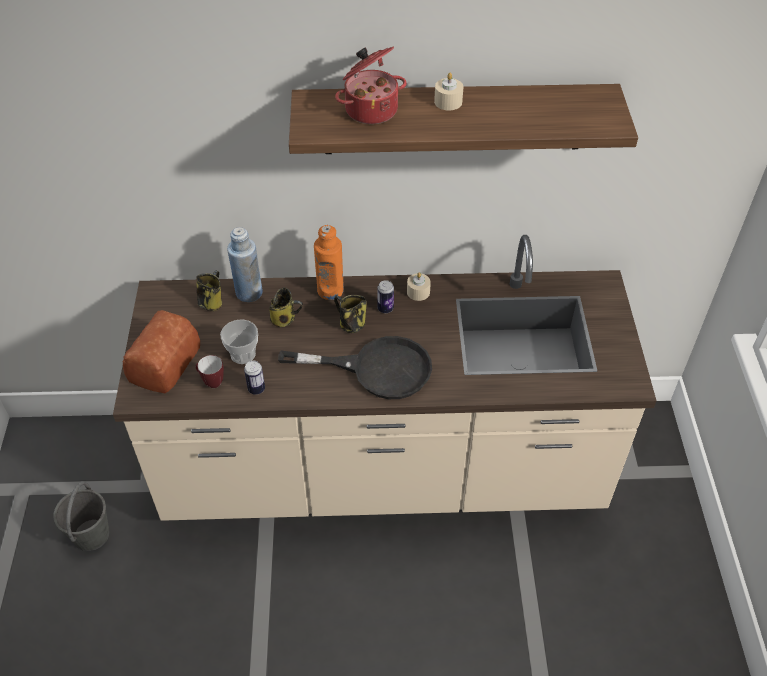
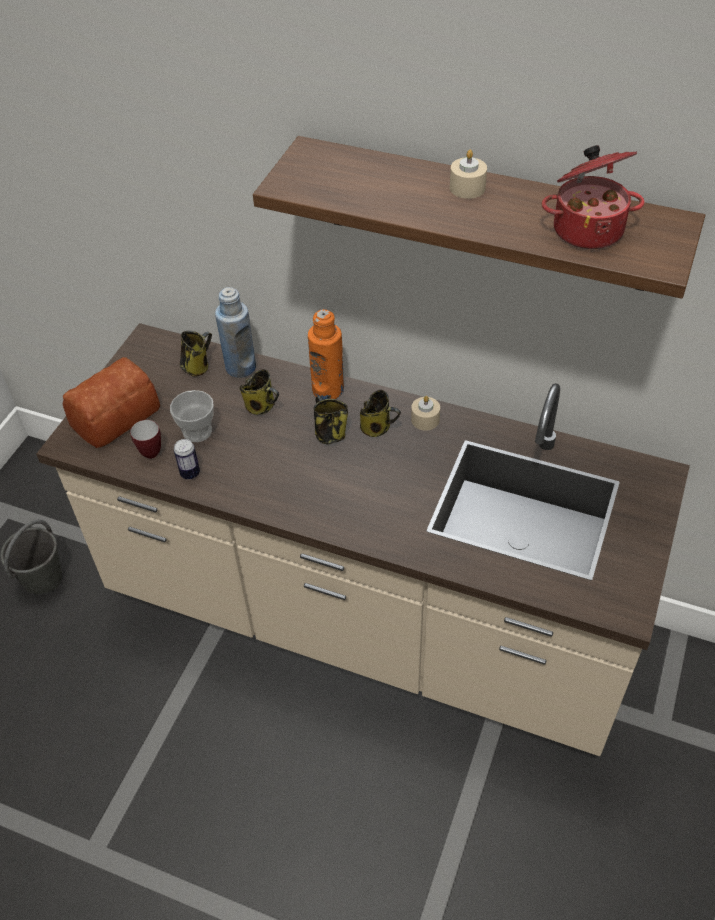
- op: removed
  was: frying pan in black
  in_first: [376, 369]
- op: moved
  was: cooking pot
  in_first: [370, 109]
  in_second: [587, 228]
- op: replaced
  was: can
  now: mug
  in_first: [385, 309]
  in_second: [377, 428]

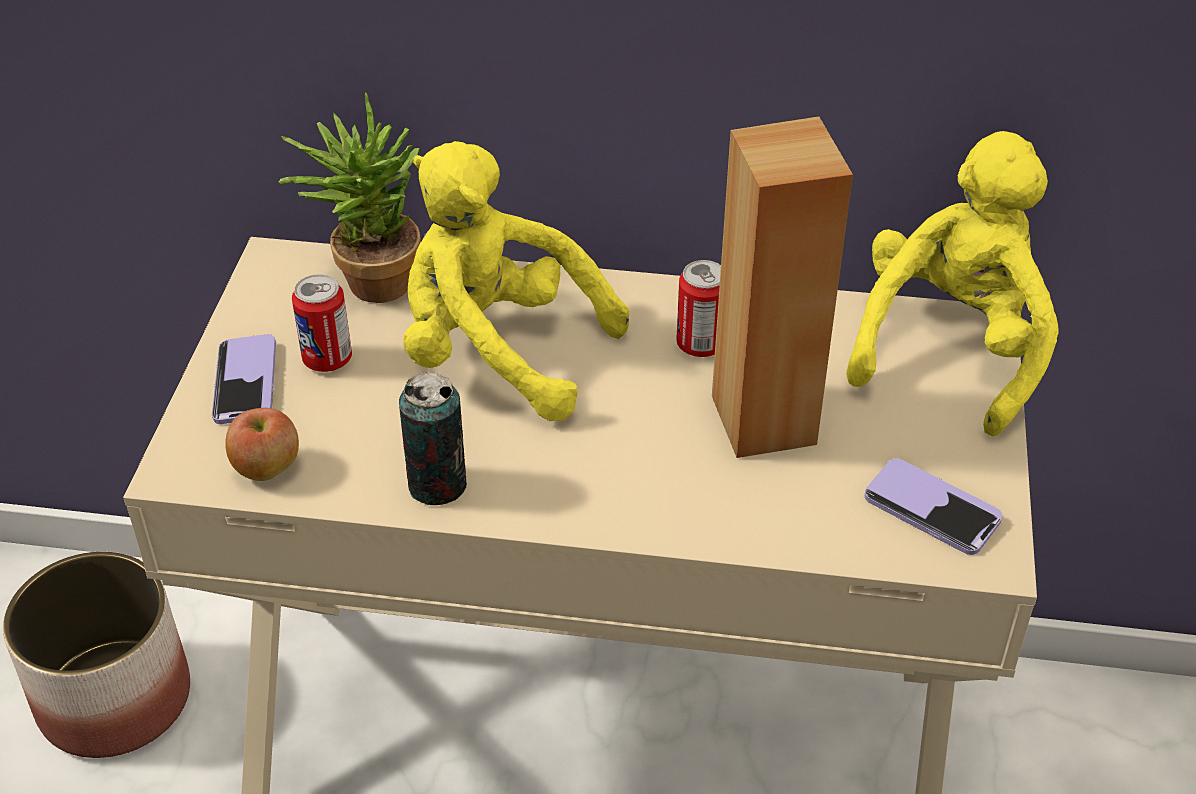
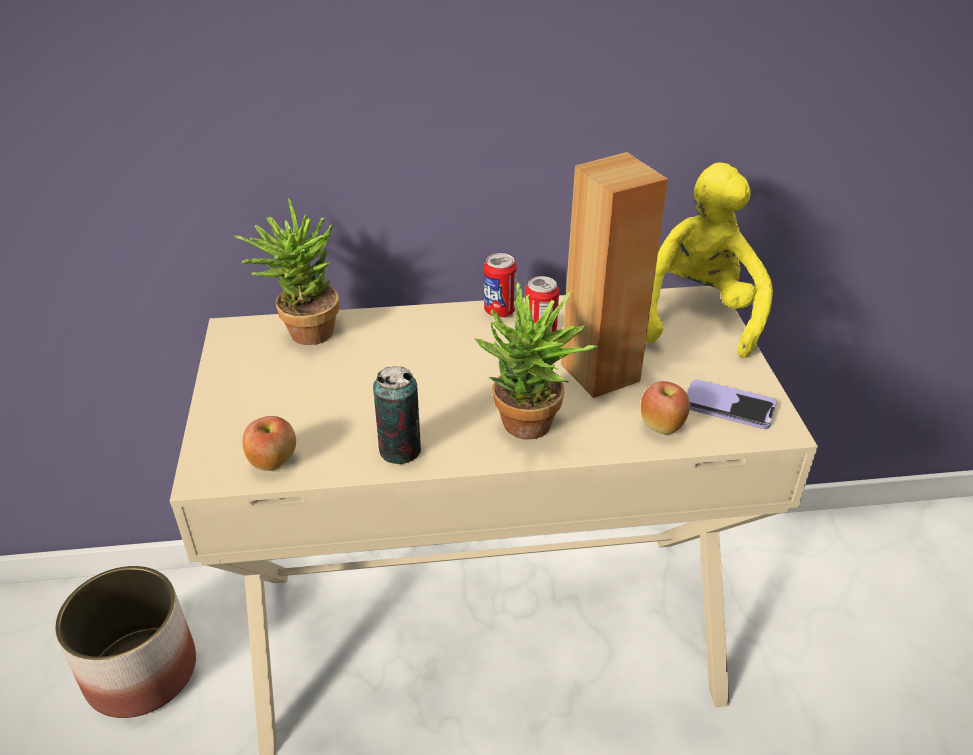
- op: removed
  was: phone
  in_first: [245, 382]
- op: moved
  was: can
  in_first: [327, 359]
  in_second: [499, 311]
- op: removed
  was: plush toy in yellow
  in_first: [498, 353]
- op: added
  now: potted plant
  in_second: [530, 430]
- op: added
  now: apple
  in_second: [662, 426]

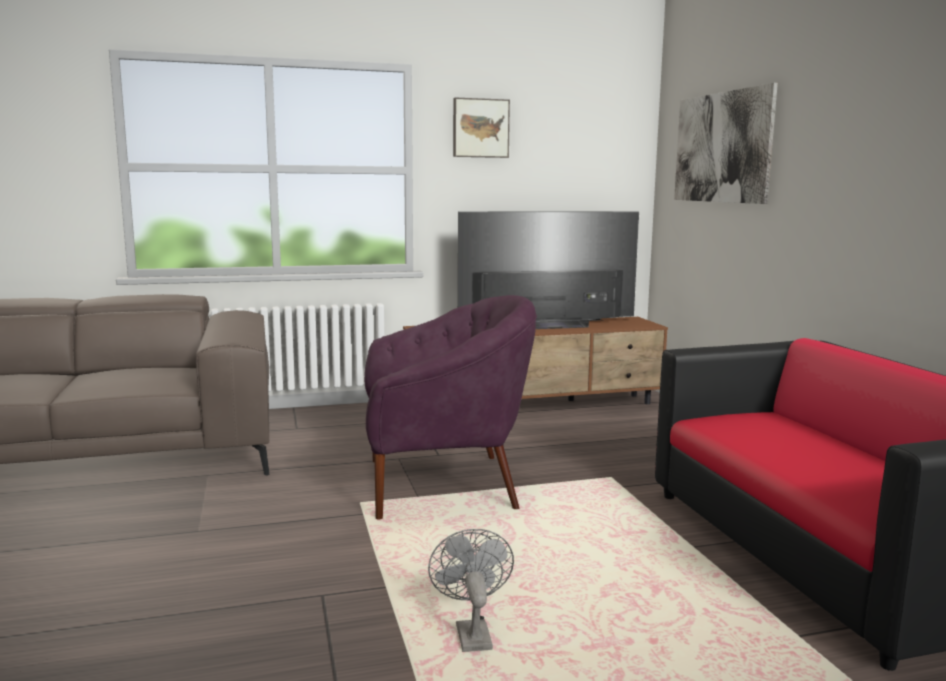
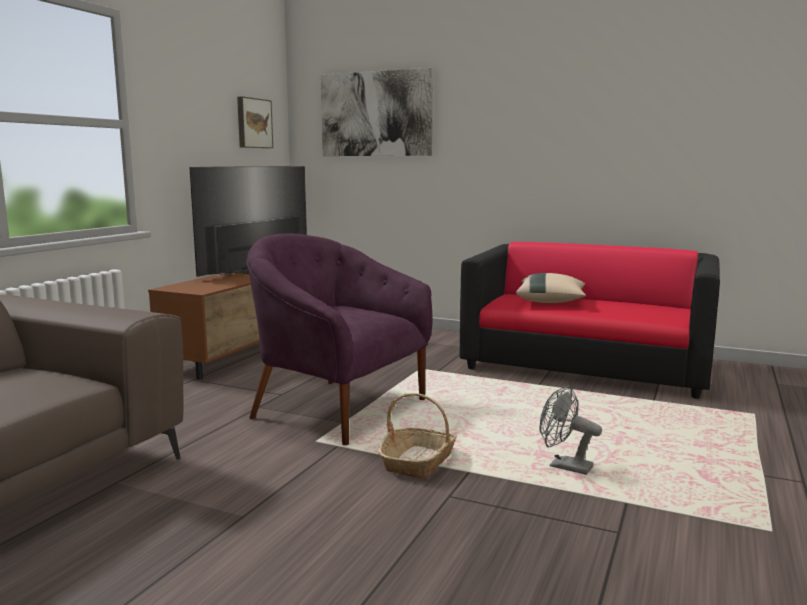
- op: turned
  was: armchair in purple
  in_first: [442, 484]
  in_second: [337, 409]
  clockwise: -90
- op: moved
  was: picture
  in_first: [480, 128]
  in_second: [253, 123]
- op: added
  now: basket
  in_second: [418, 462]
- op: added
  now: pillow in beige
  in_second: [551, 301]

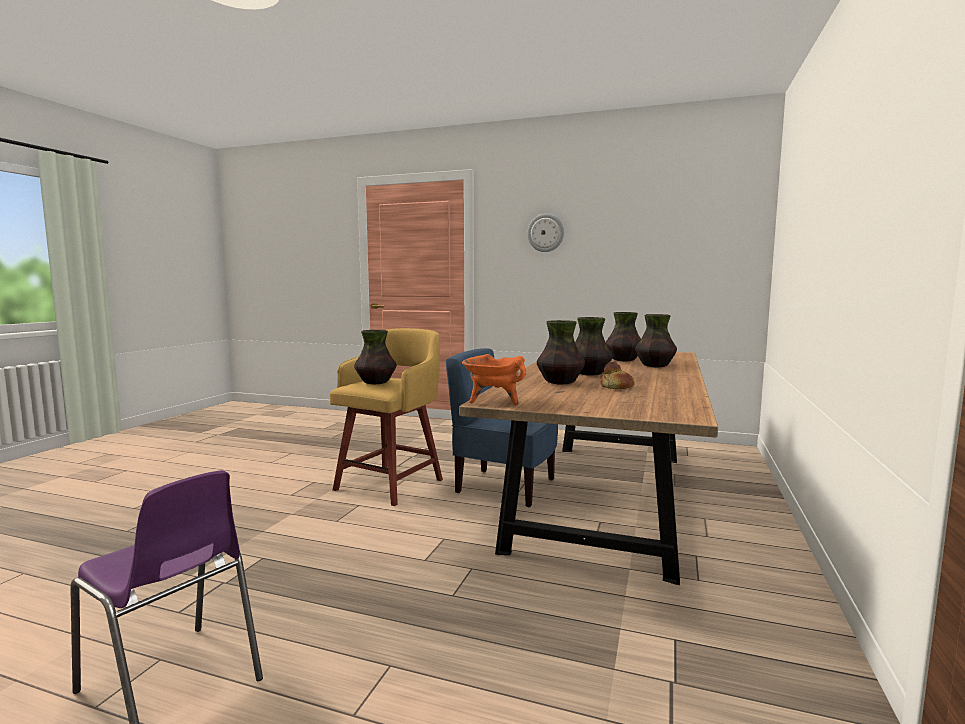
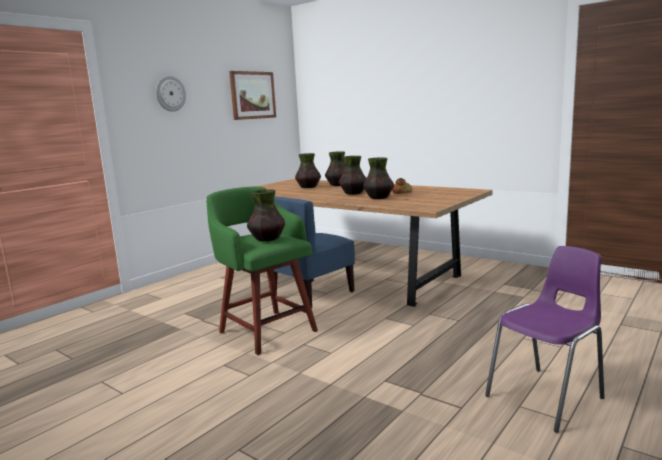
- op: recoloured
  was: stool in yellow
  now: stool in green
  in_first: [392, 484]
  in_second: [266, 330]
- op: removed
  was: cooking pot in orange
  in_first: [494, 401]
- op: added
  now: picture
  in_second: [252, 95]

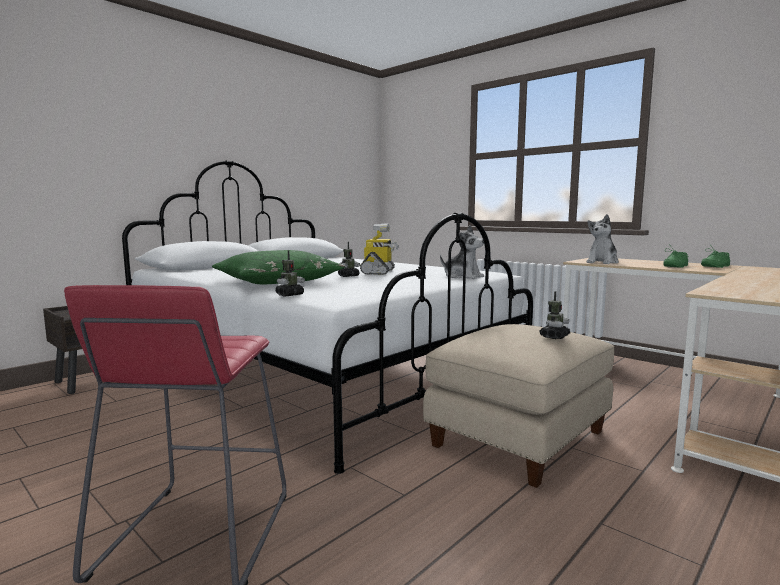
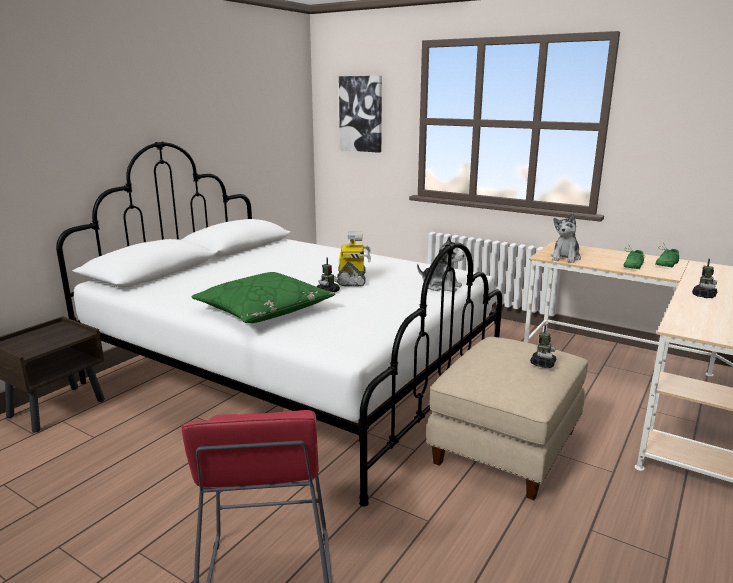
- op: moved
  was: toy robot
  in_first: [289, 295]
  in_second: [703, 295]
- op: added
  now: picture
  in_second: [361, 114]

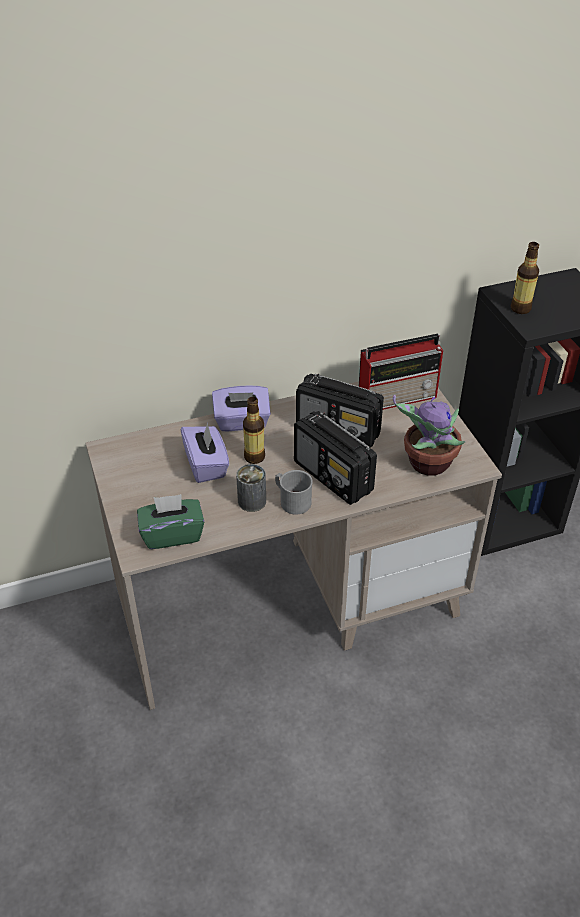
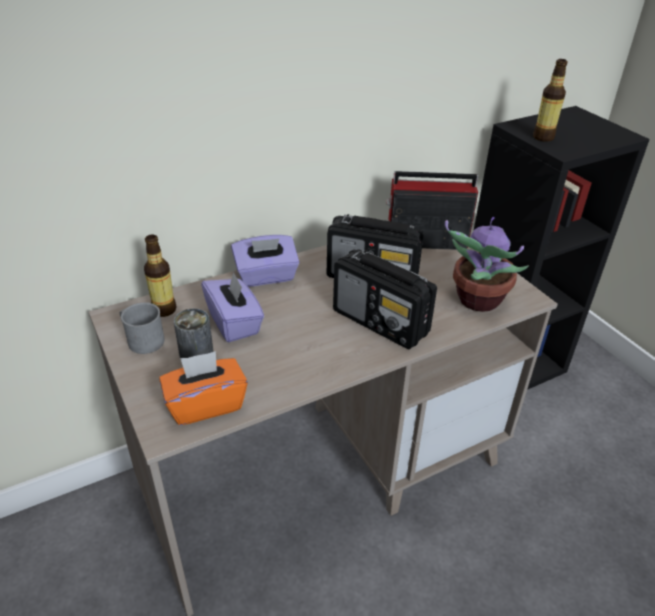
- op: recoloured
  was: tissue box in green
  now: tissue box in orange
  in_first: [172, 534]
  in_second: [206, 404]
- op: moved
  was: can
  in_first: [252, 501]
  in_second: [196, 353]
- op: moved
  was: bottle
  in_first: [254, 457]
  in_second: [164, 310]
- op: moved
  was: mug in grey
  in_first: [292, 500]
  in_second: [142, 339]
- op: turned
  was: radio
  in_first: [398, 397]
  in_second: [424, 241]
  clockwise: -150

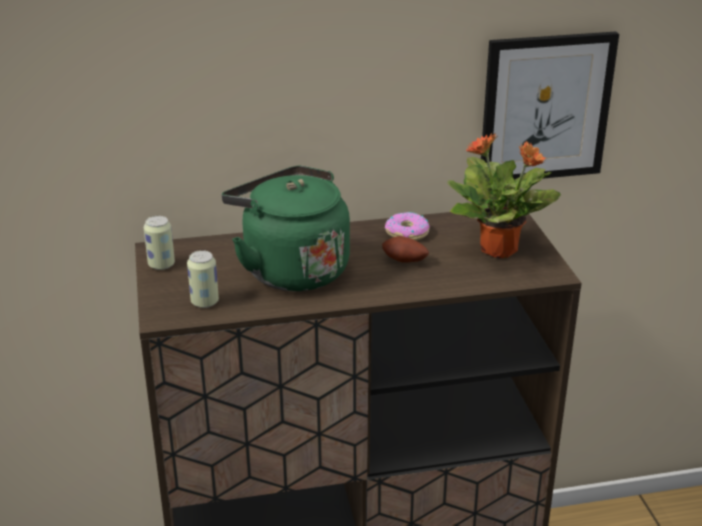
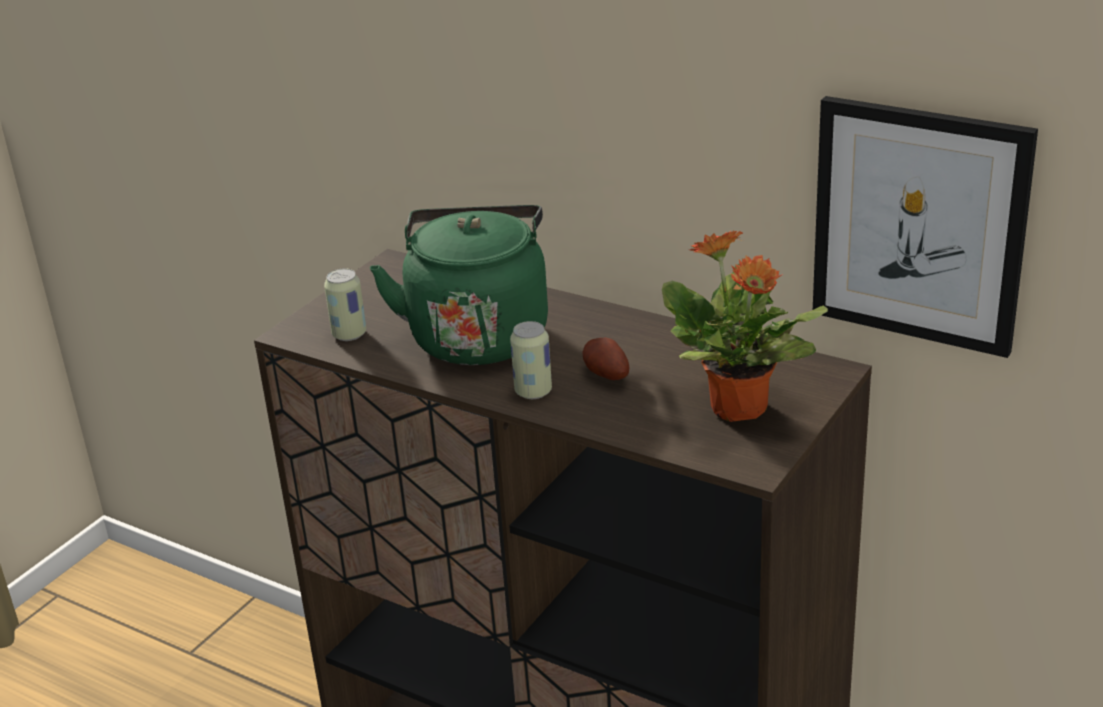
- op: moved
  was: can
  in_first: [161, 265]
  in_second: [533, 391]
- op: removed
  was: donut
  in_first: [407, 233]

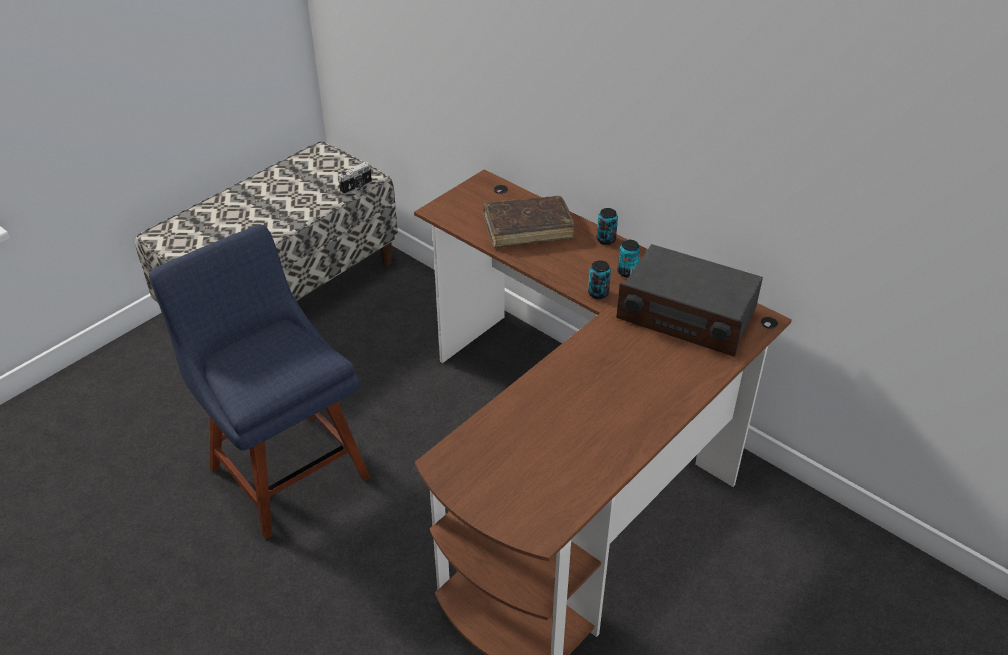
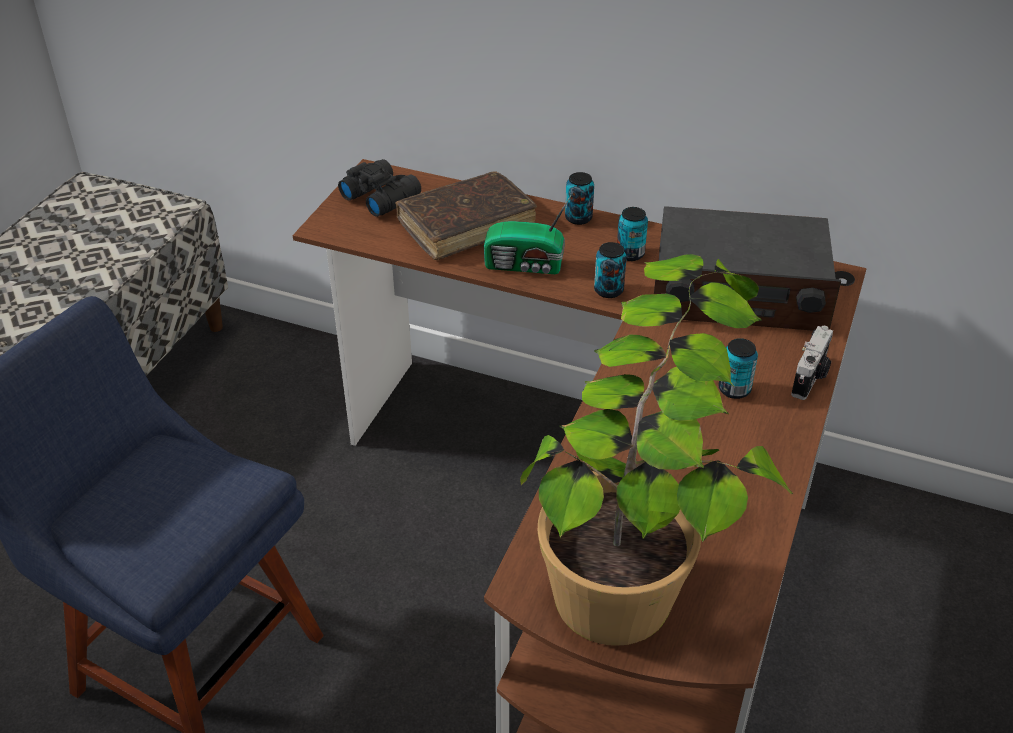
- op: moved
  was: photo camera
  in_first: [357, 187]
  in_second: [810, 378]
- op: added
  now: binoculars in black
  in_second: [380, 196]
- op: added
  now: radio
  in_second: [526, 265]
- op: added
  now: potted plant
  in_second: [643, 555]
- op: added
  now: can
  in_second: [734, 389]

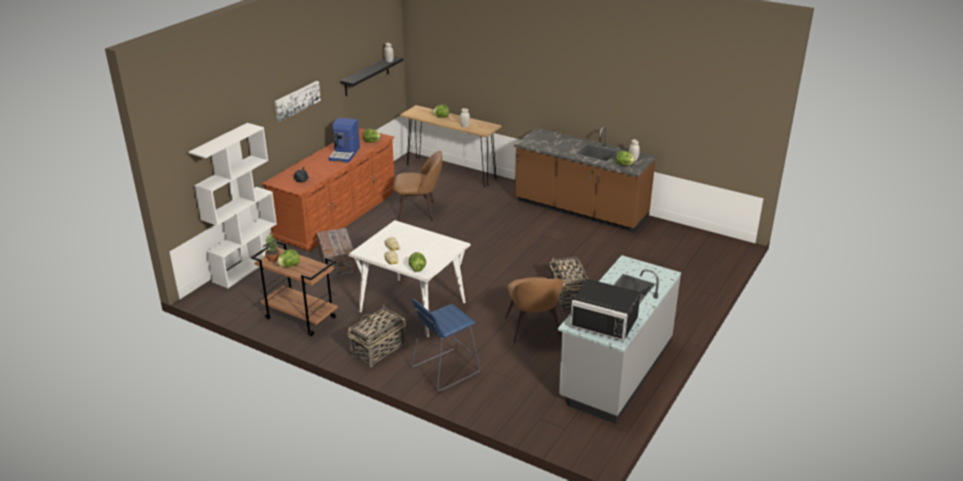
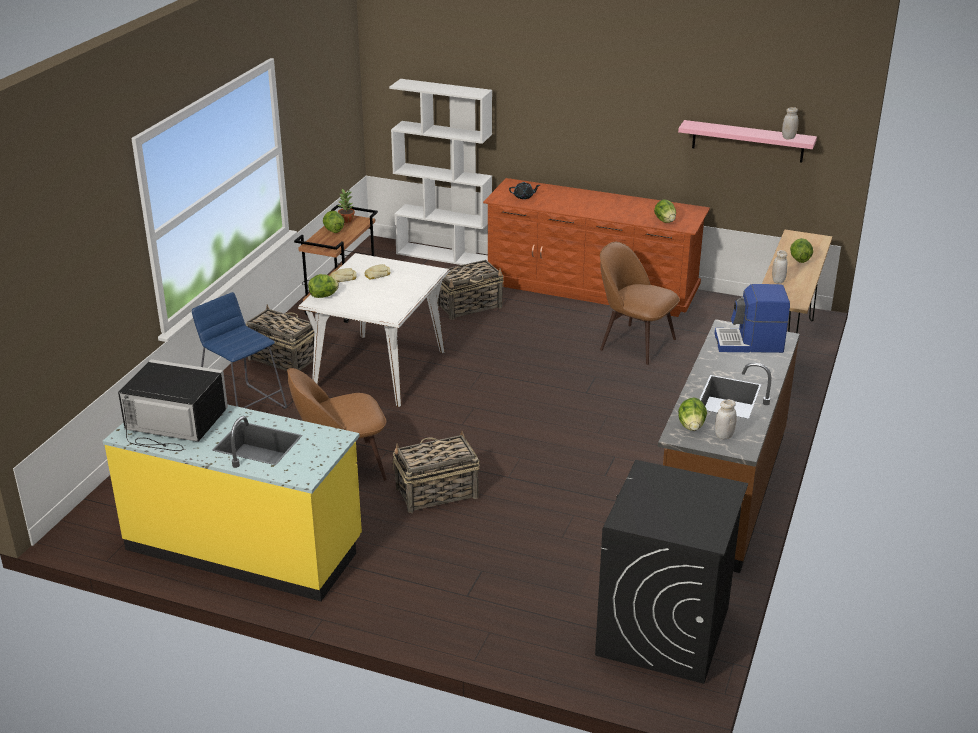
- op: removed
  was: picture
  in_first: [297, 100]
- op: replaced
  was: crate
  now: basket
  in_first: [337, 263]
  in_second: [470, 306]
- op: moved
  was: coffee machine
  in_first: [345, 154]
  in_second: [749, 343]
- op: recoloured
  was: shelf in black
  now: shelf in pink
  in_first: [366, 76]
  in_second: [748, 141]
- op: turned
  was: chair in brown
  in_first: [418, 212]
  in_second: [634, 343]
  clockwise: 135
- op: recoloured
  was: counter in grey
  now: counter in yellow
  in_first: [615, 370]
  in_second: [245, 546]
- op: turned
  was: microwave in black
  in_first: [605, 321]
  in_second: [173, 424]
  clockwise: 90
- op: added
  now: washing machine in black
  in_second: [663, 632]

